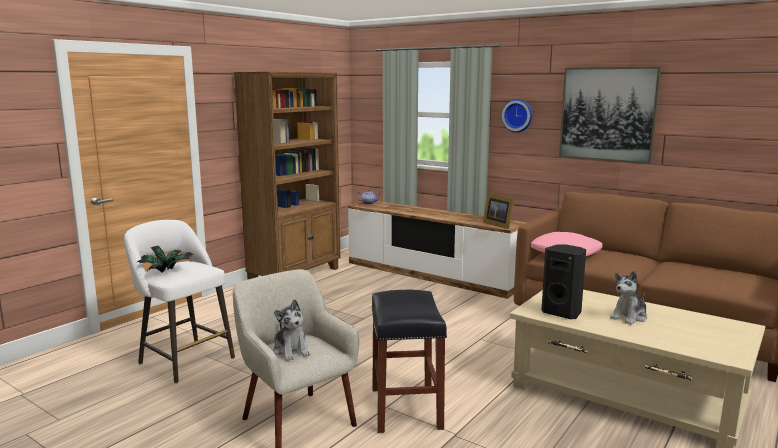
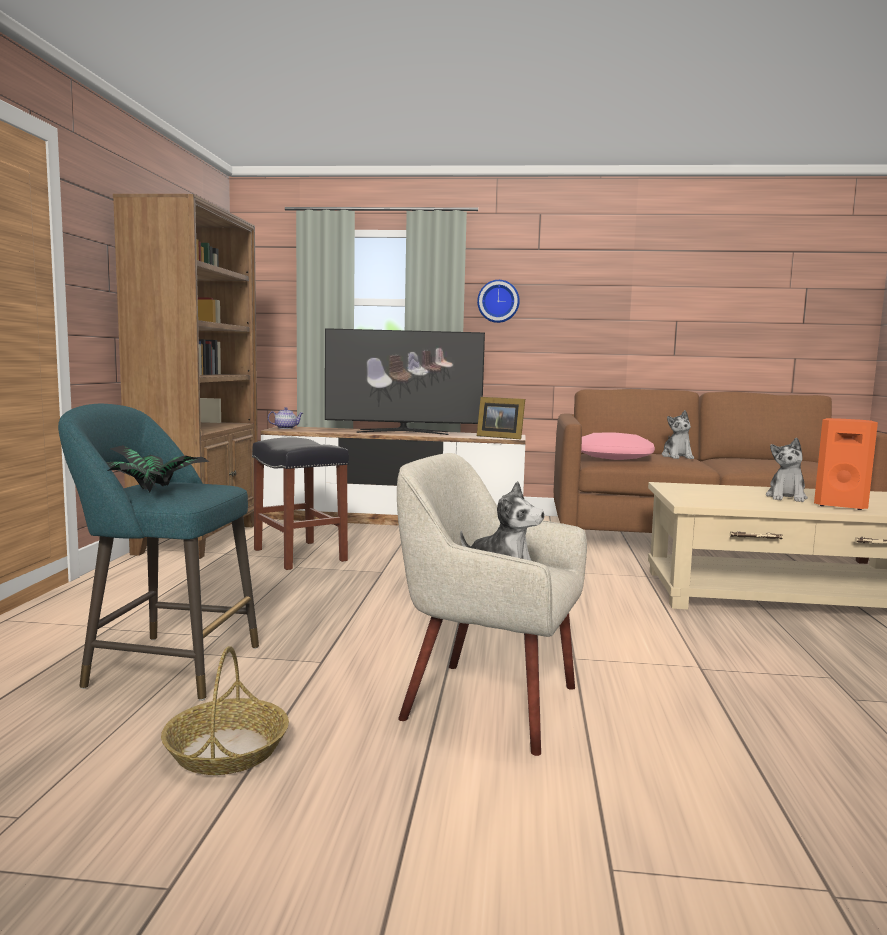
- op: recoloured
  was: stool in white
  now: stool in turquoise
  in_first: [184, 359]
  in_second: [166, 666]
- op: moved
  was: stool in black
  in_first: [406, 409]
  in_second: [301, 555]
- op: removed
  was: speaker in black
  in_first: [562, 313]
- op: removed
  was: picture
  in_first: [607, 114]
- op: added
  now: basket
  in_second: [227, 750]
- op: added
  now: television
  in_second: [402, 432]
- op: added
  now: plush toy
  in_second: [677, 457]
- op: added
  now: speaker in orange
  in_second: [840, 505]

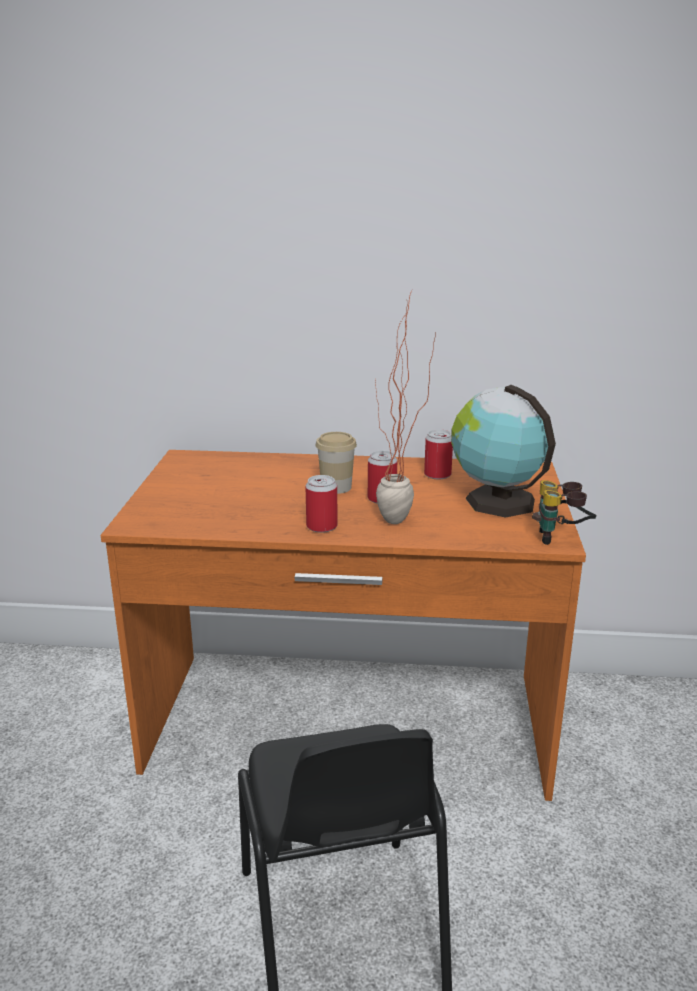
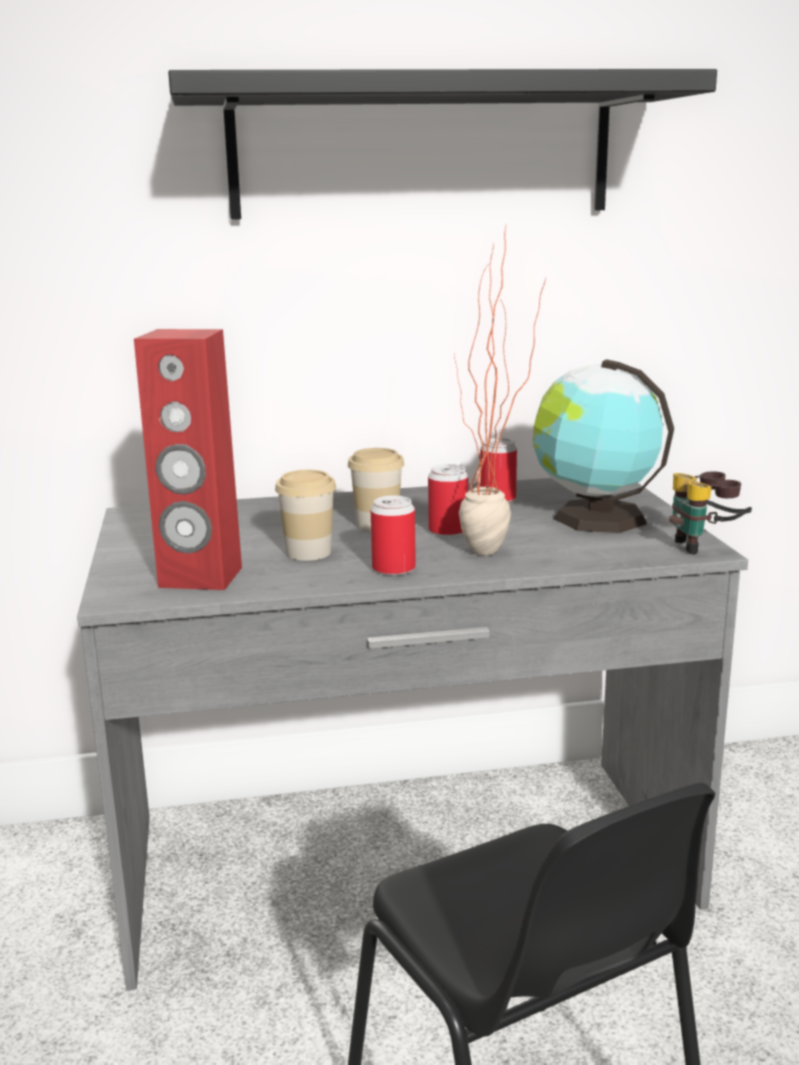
- op: recoloured
  was: desk in orange
  now: desk in grey
  in_first: [348, 724]
  in_second: [405, 863]
- op: added
  now: speaker in red
  in_second: [200, 578]
- op: added
  now: shelf in black
  in_second: [421, 150]
- op: added
  now: cup
  in_second: [308, 552]

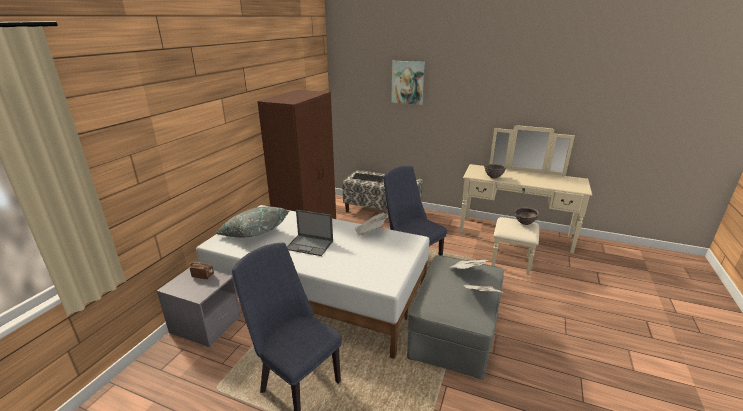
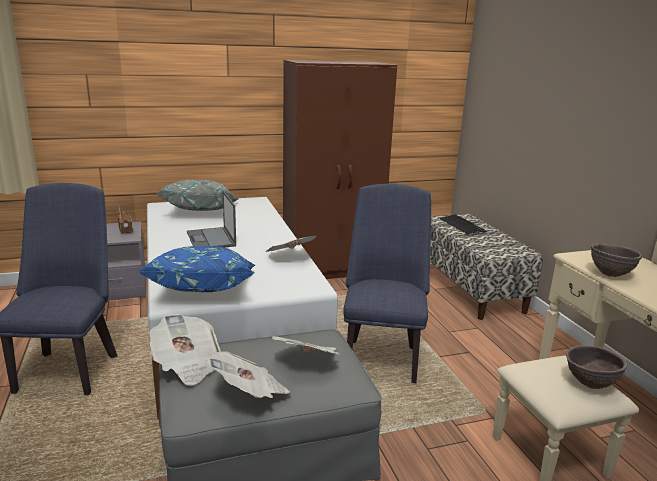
- op: removed
  was: picture
  in_first: [408, 82]
- op: added
  now: pillow in blue
  in_second: [204, 289]
- op: added
  now: newspaper
  in_second: [187, 365]

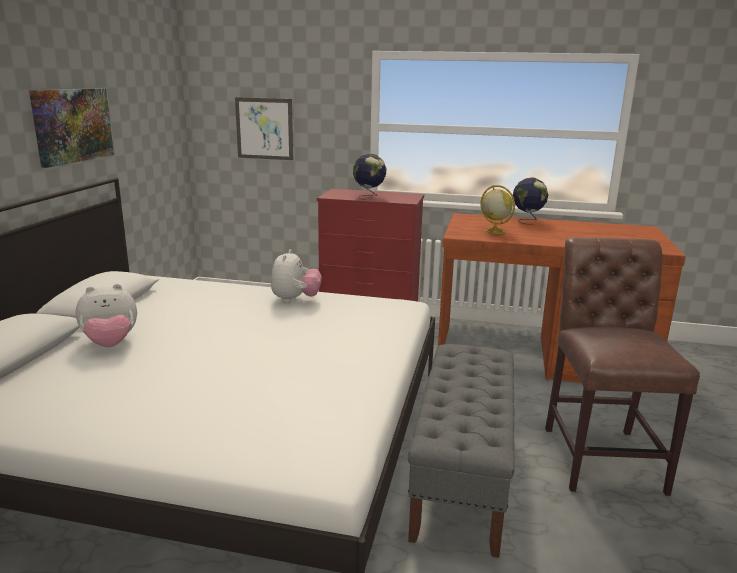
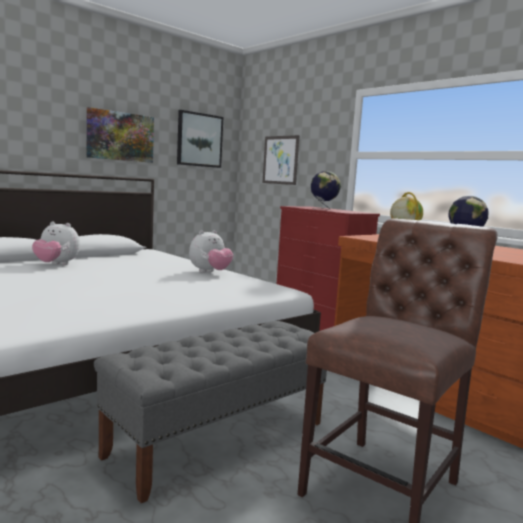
- op: added
  now: picture
  in_second: [199, 140]

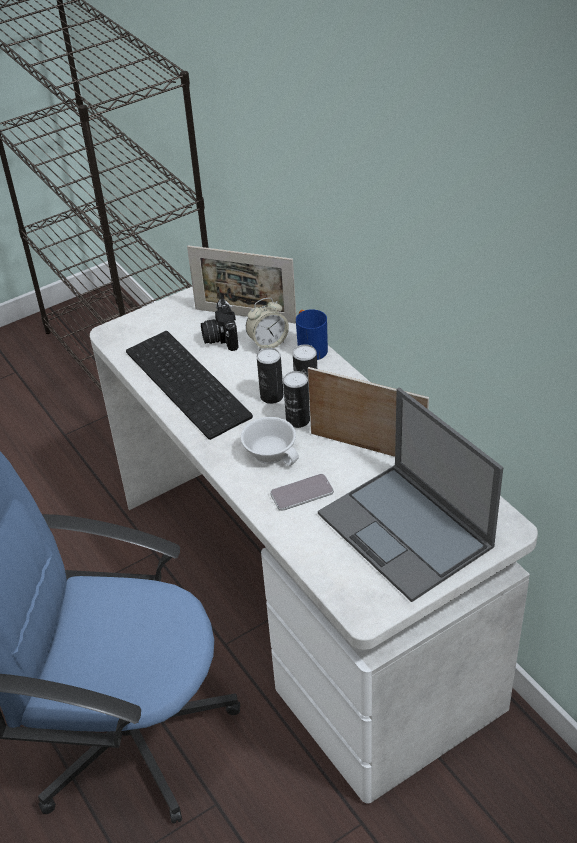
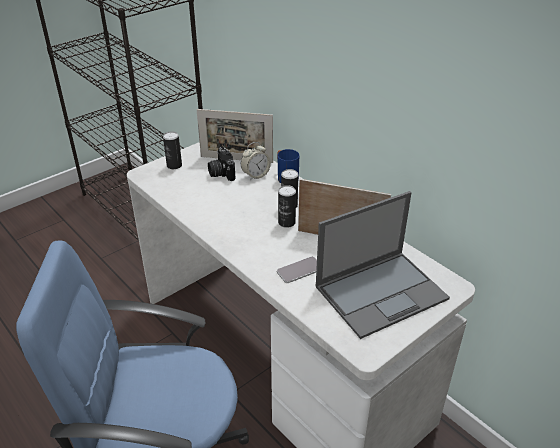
- op: removed
  was: keyboard
  in_first: [190, 383]
- op: removed
  was: cup in white
  in_first: [272, 452]
- op: moved
  was: can
  in_first: [271, 396]
  in_second: [174, 165]
- op: turned
  was: laptop
  in_first: [406, 531]
  in_second: [382, 292]
  clockwise: -75

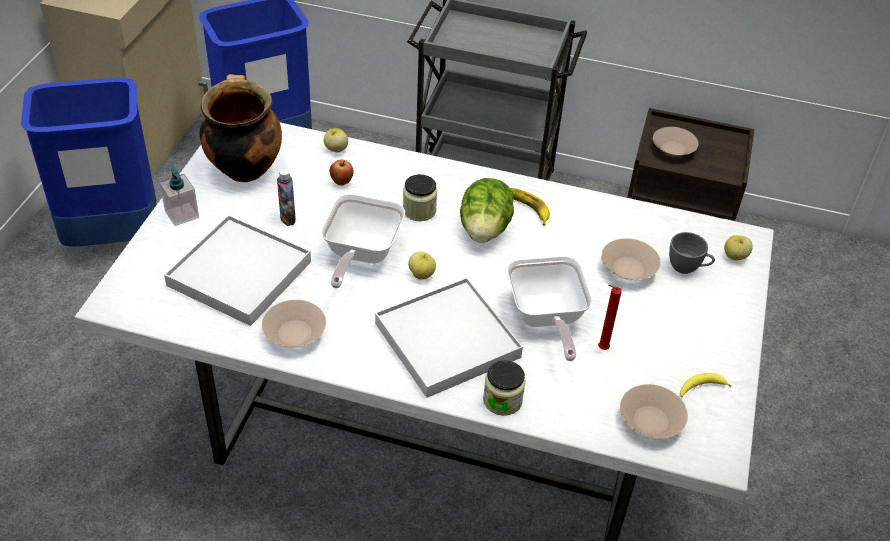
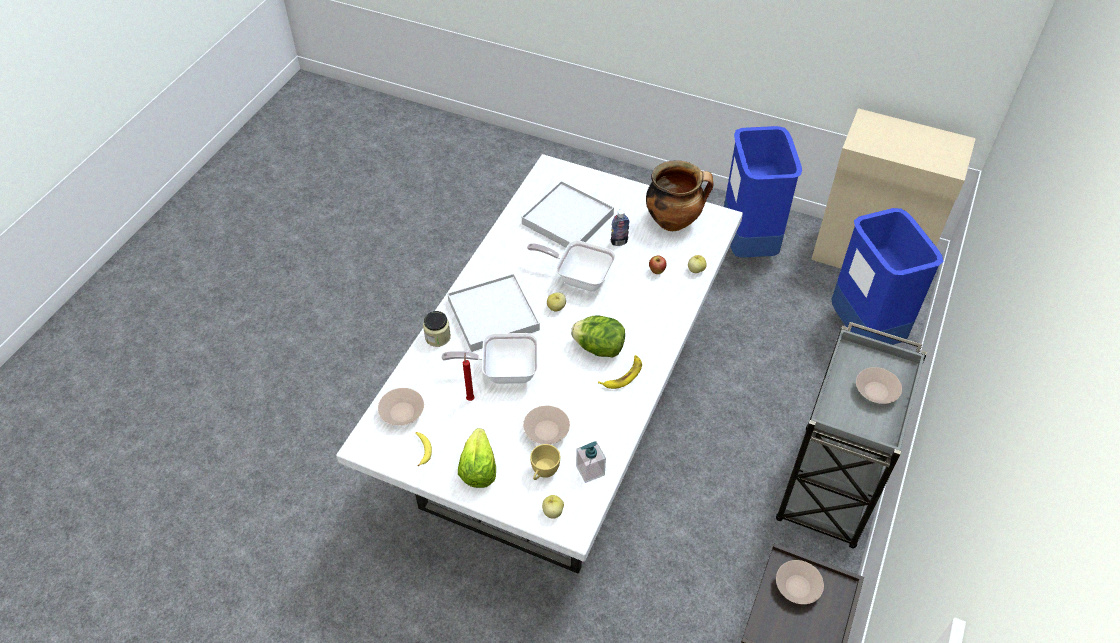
- op: moved
  was: soap dispenser
  in_first: [182, 214]
  in_second: [590, 470]
- op: moved
  was: bowl in beige
  in_first: [294, 333]
  in_second: [876, 392]
- op: removed
  was: jar
  in_first: [419, 210]
- op: recoloured
  was: cup in grey
  now: cup in yellow
  in_first: [687, 268]
  in_second: [543, 473]
- op: added
  now: lettuce
  in_second: [478, 469]

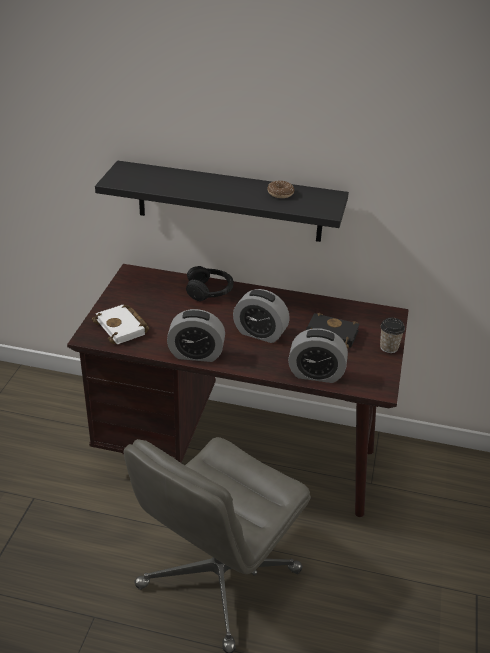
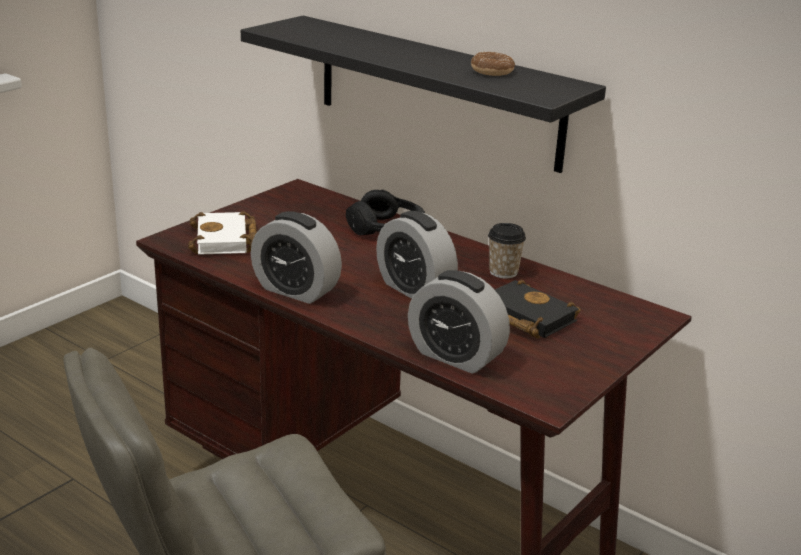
- op: moved
  was: cup
  in_first: [389, 347]
  in_second: [503, 272]

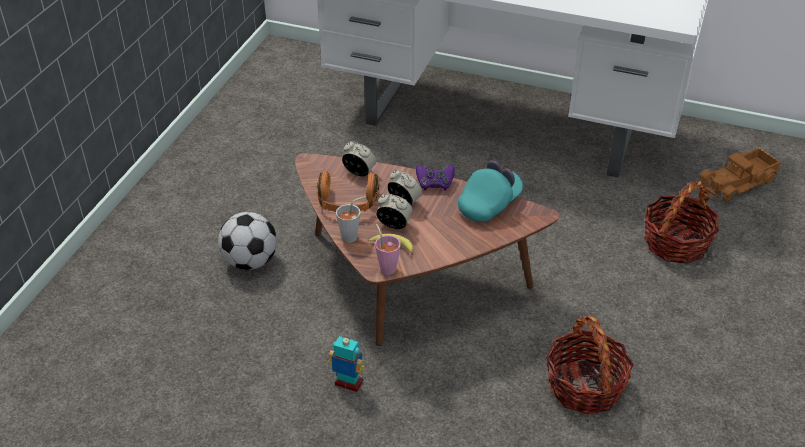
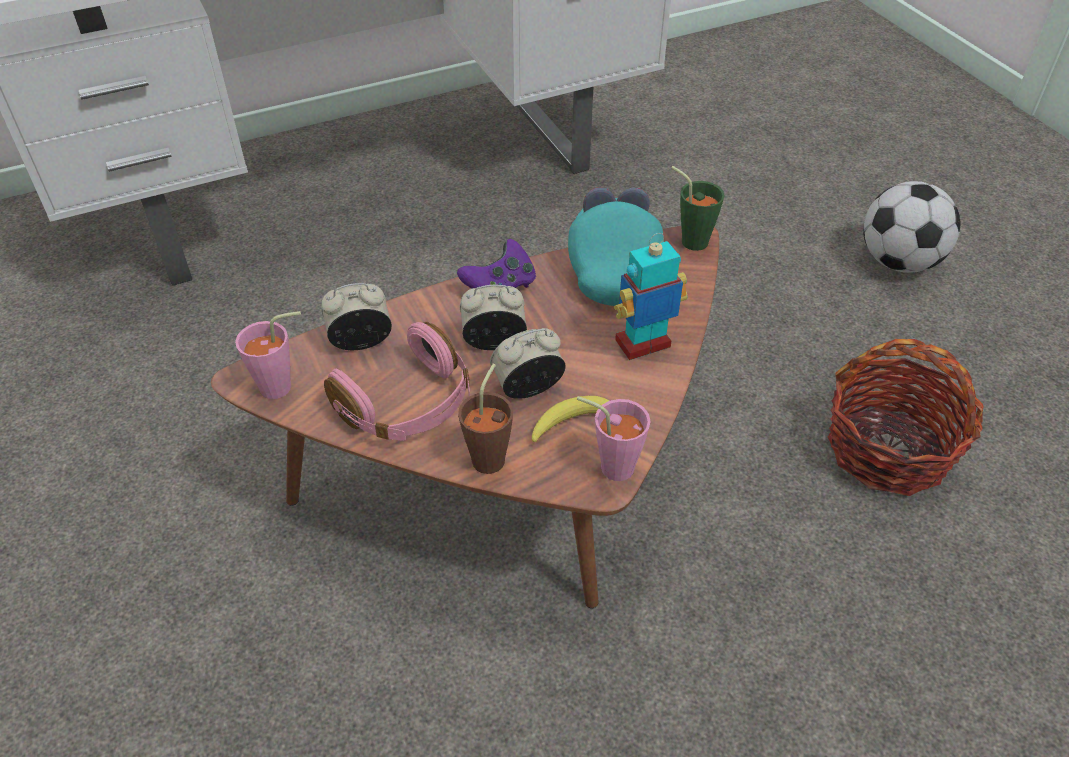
- op: moved
  was: football
  in_first: [251, 261]
  in_second: [898, 262]
- op: recoloured
  was: headphones in orange
  now: headphones in pink
  in_first: [347, 203]
  in_second: [408, 405]
- op: moved
  was: toy robot
  in_first: [348, 383]
  in_second: [643, 345]
- op: recoloured
  was: cup in grey
  now: cup in brown
  in_first: [352, 236]
  in_second: [491, 454]
- op: removed
  was: basket
  in_first: [675, 243]
- op: removed
  was: toy truck
  in_first: [738, 182]
- op: added
  now: cup in pink
  in_second: [283, 386]
- op: added
  now: cup in green
  in_second: [690, 239]

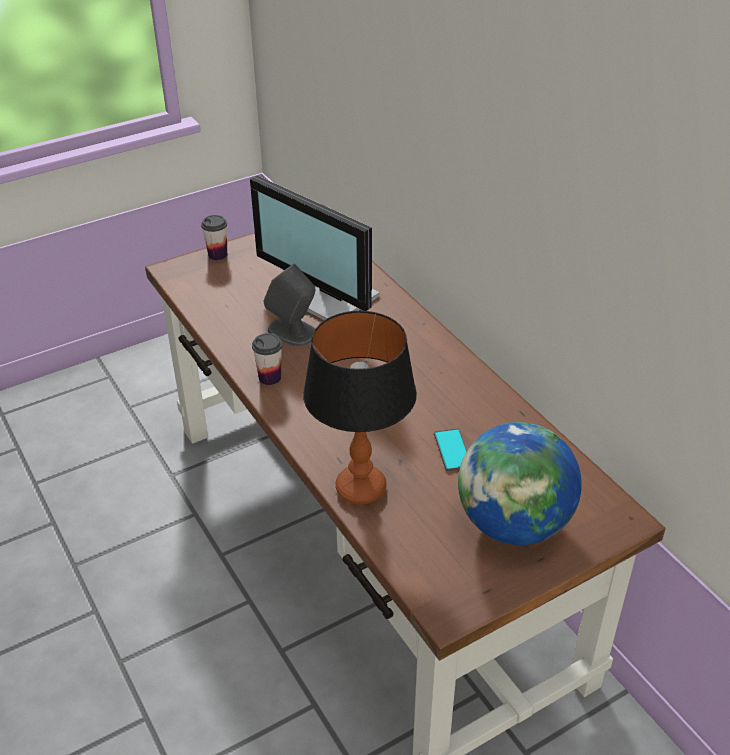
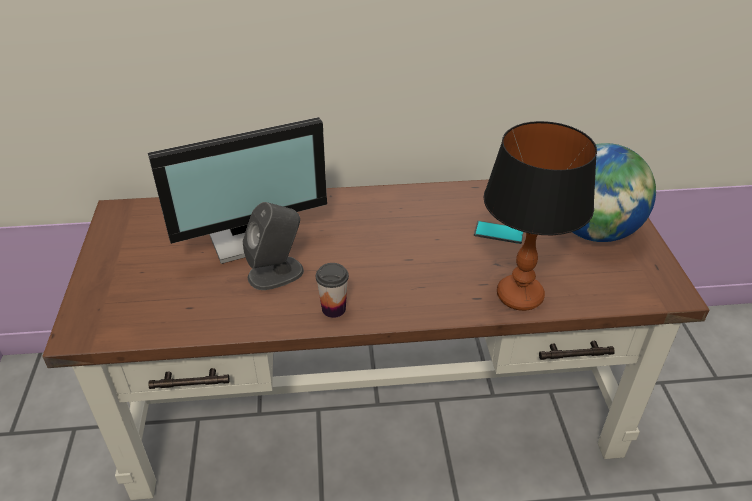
- op: removed
  was: cup
  in_first: [217, 255]

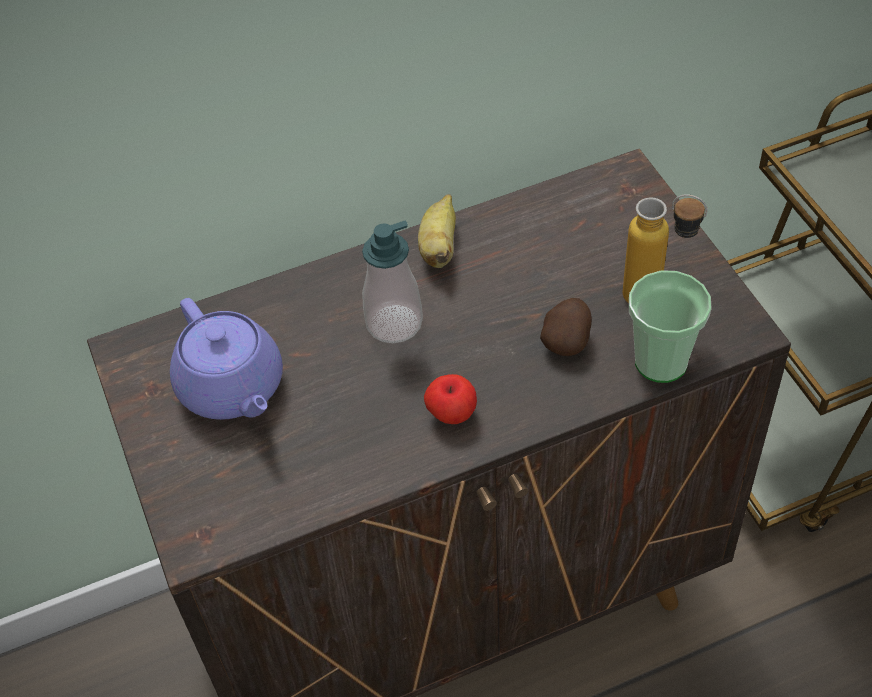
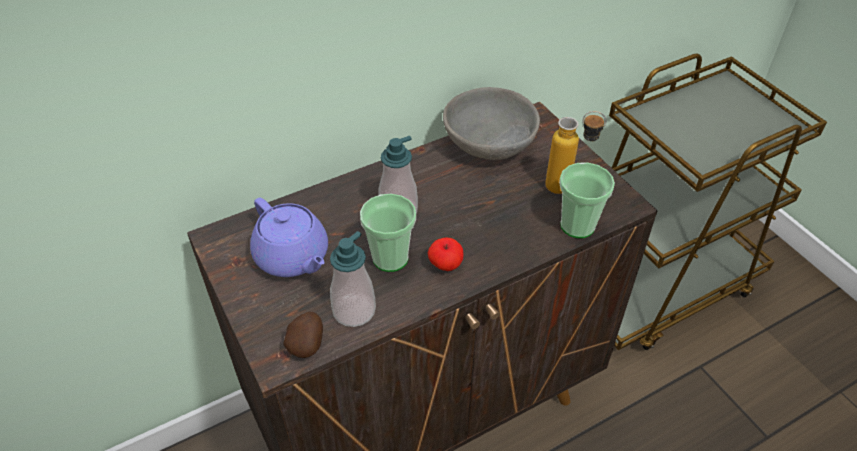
- op: removed
  was: banana
  in_first: [439, 247]
- op: moved
  was: potato
  in_first: [567, 340]
  in_second: [307, 343]
- op: added
  now: soap dispenser
  in_second: [354, 311]
- op: added
  now: cup
  in_second: [390, 258]
- op: added
  now: bowl in grey
  in_second: [489, 145]

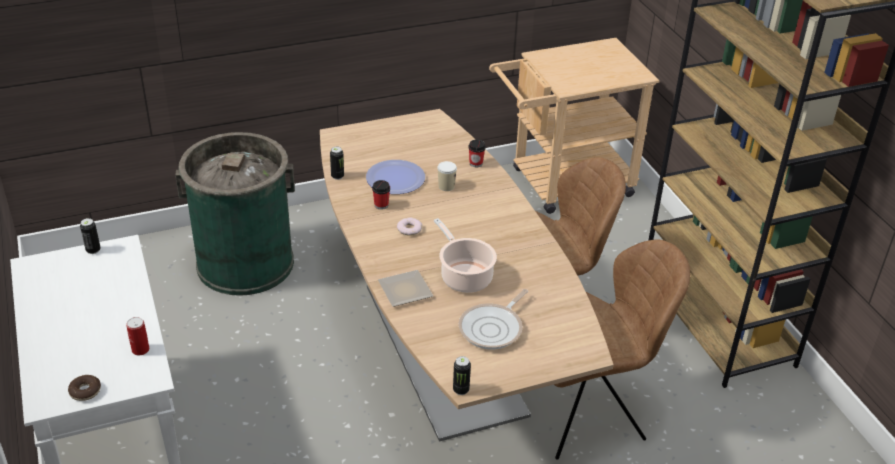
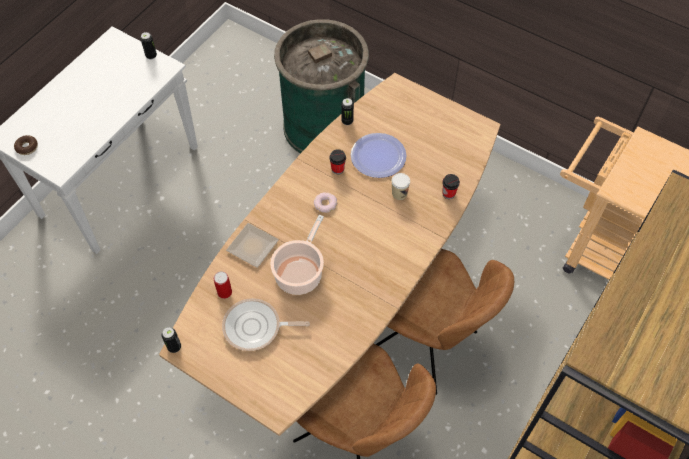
- op: moved
  was: can
  in_first: [140, 349]
  in_second: [224, 292]

